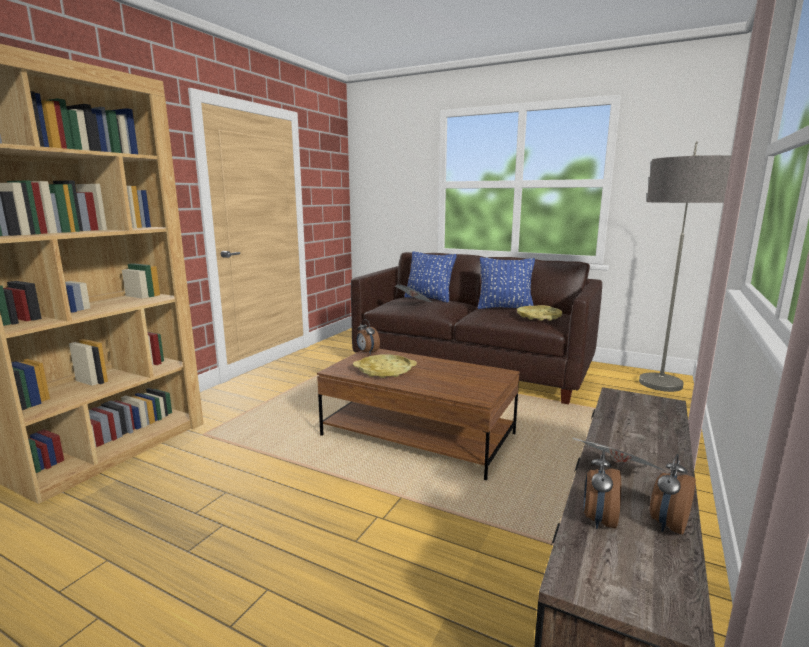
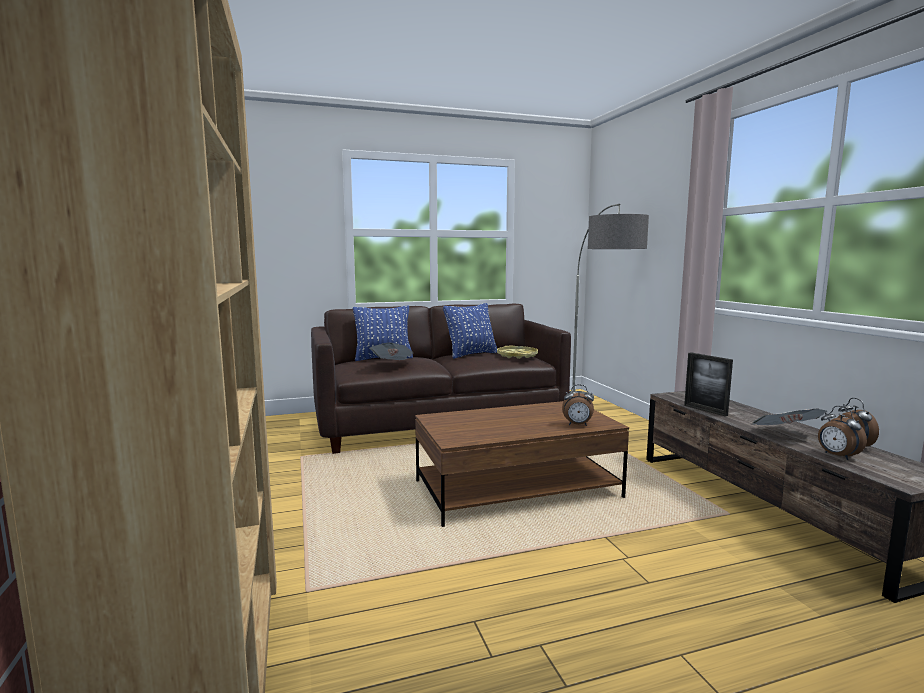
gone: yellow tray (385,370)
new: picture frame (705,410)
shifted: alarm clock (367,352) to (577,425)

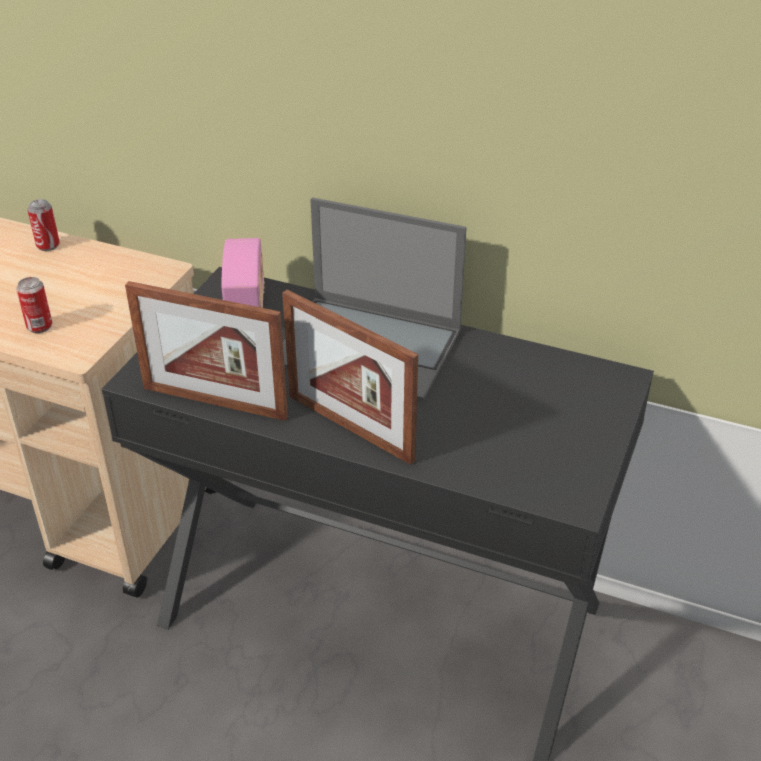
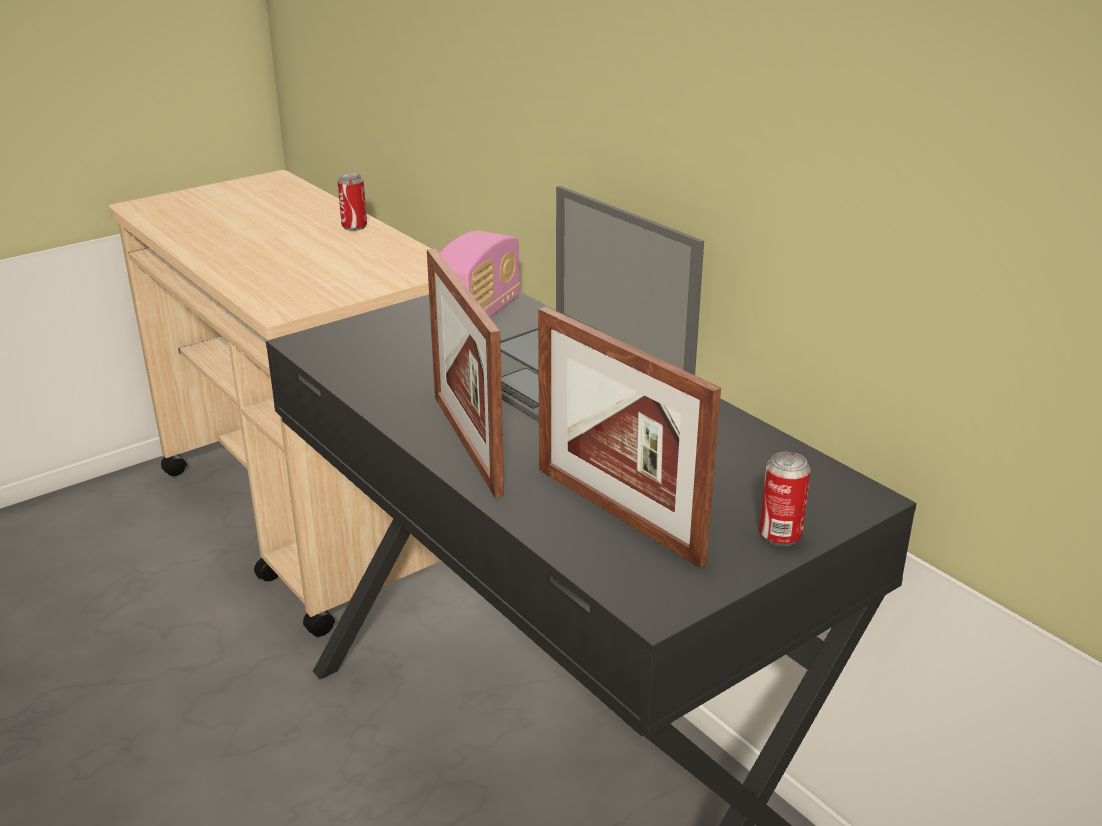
shifted: can (39,326) to (780,535); picture frame (214,402) to (617,513)

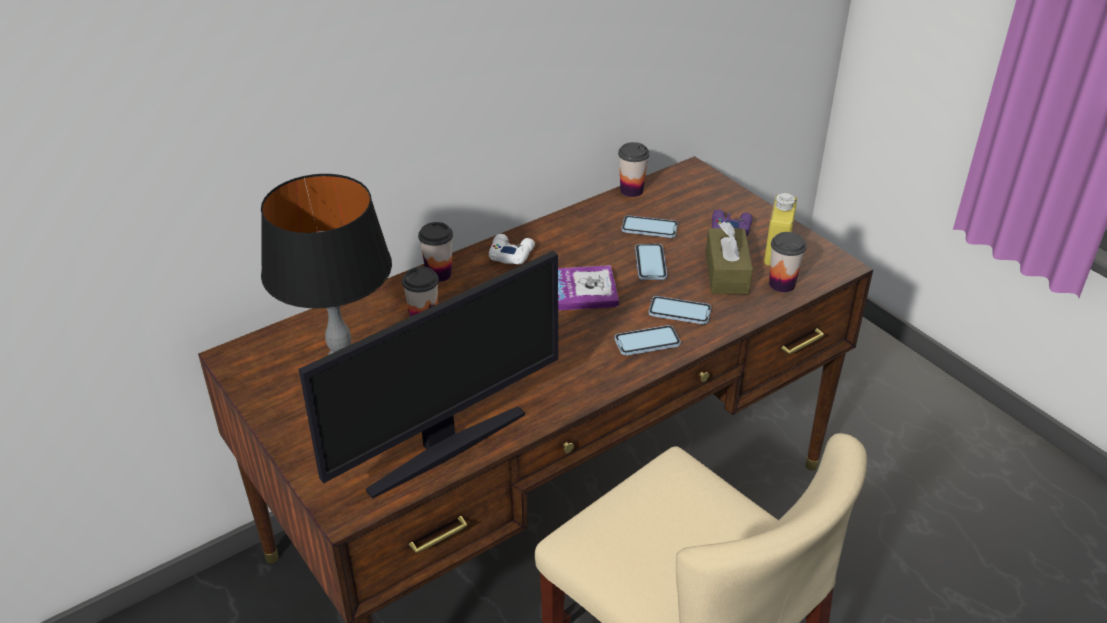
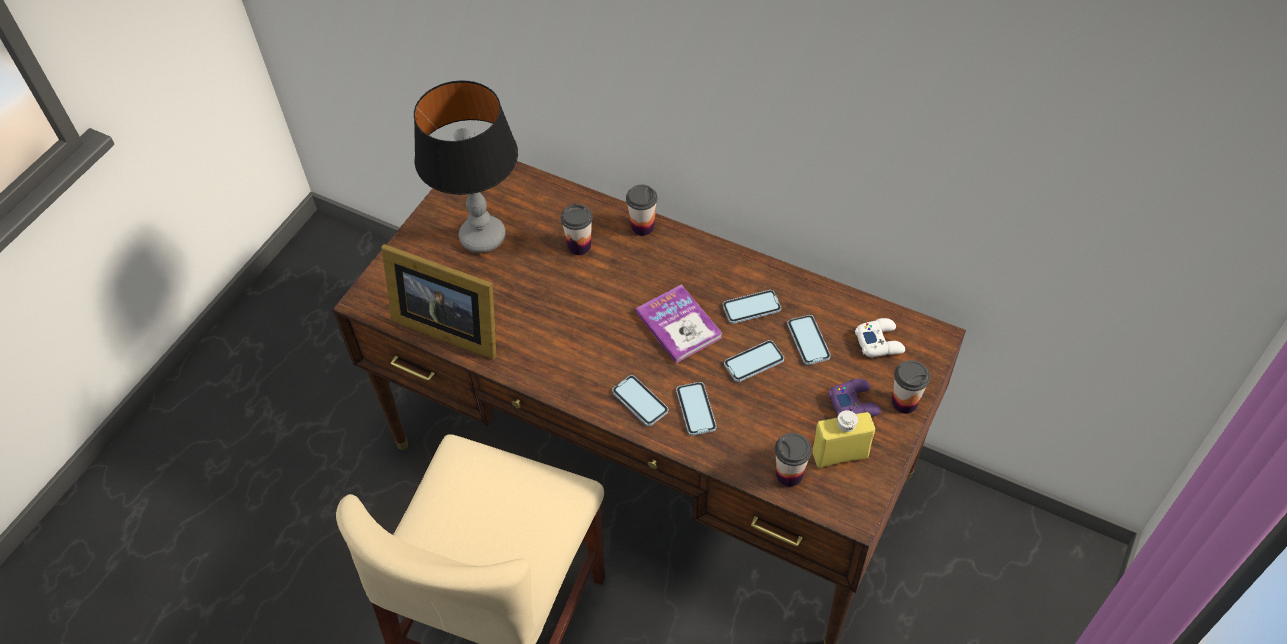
gone: brown tissue box (726,273)
new: phone (751,308)
shifted: cup (631,190) to (904,402); white game controller (511,254) to (879,342)
swapped: monitor (444,448) to picture frame (447,325)

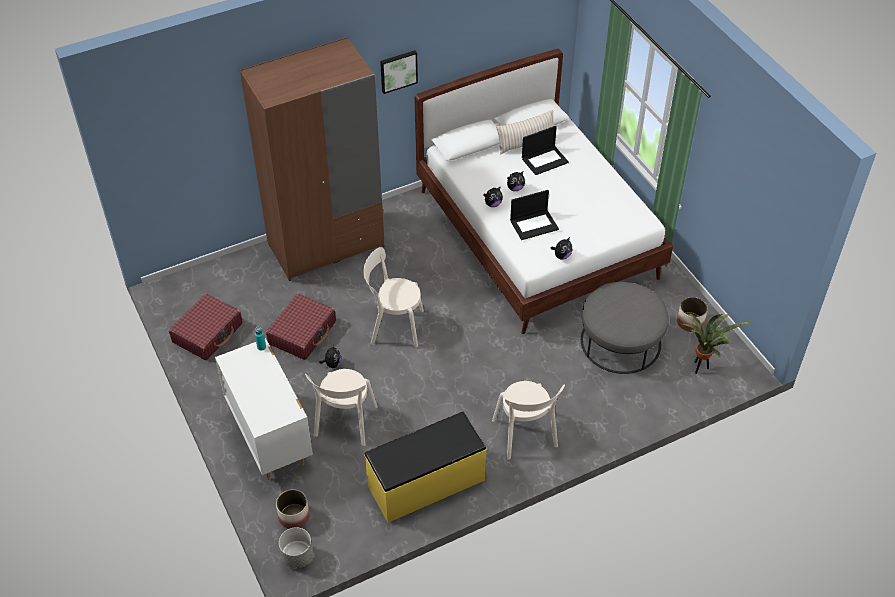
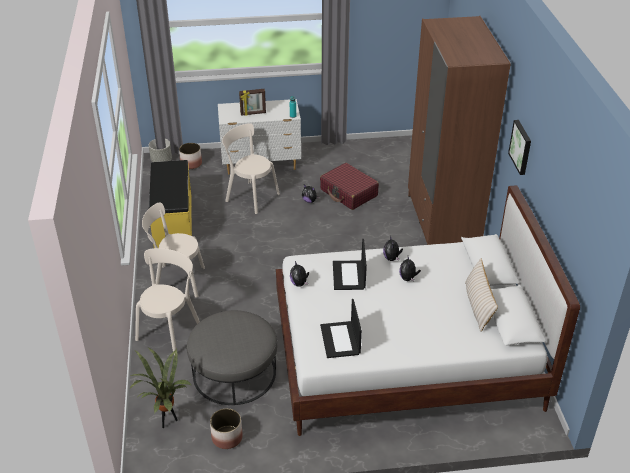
gone: red suitcase (208,333)
new: picture frame (253,113)
shifted: laptop (545,160) to (340,340); beige chair (394,326) to (170,330)

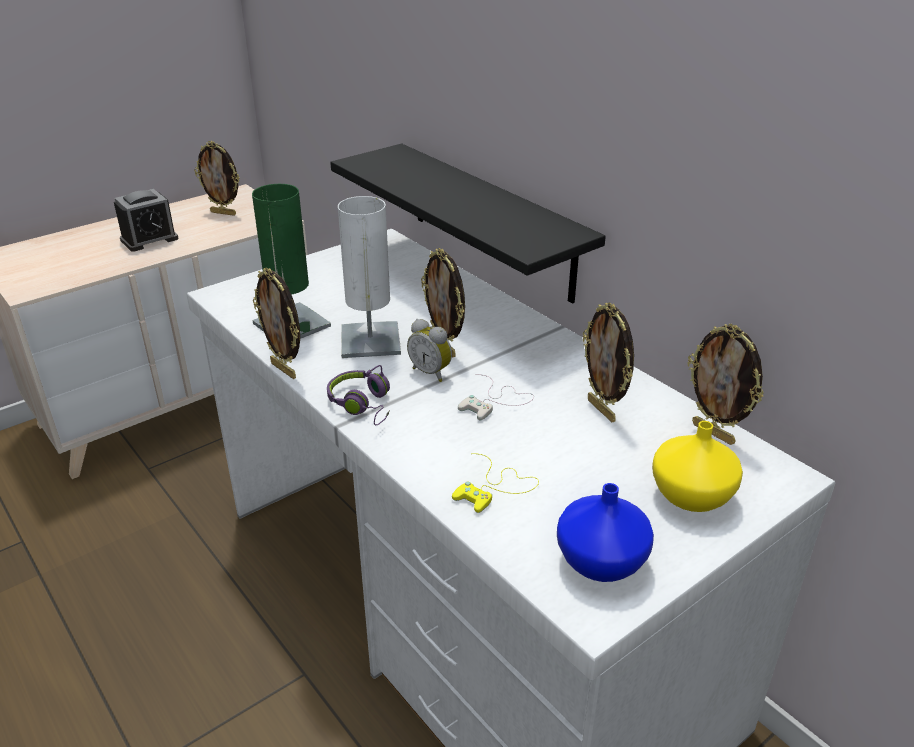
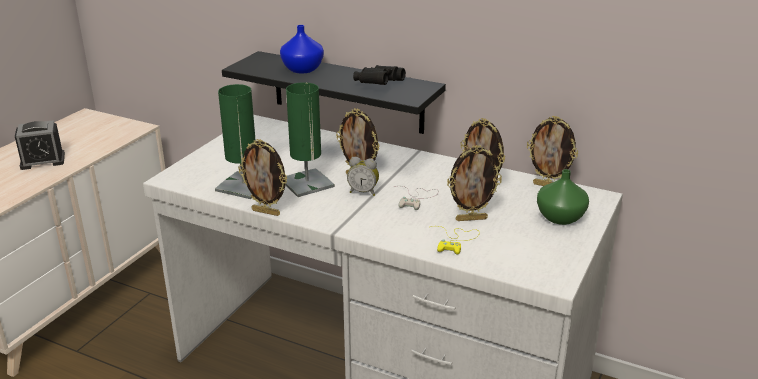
gone: purple headphones (363,404)
new: black binoculars (378,85)
shifted: picture frame (224,213) to (471,219); blue vase (602,561) to (303,69)
repainted: white table lamp (370,341) to green table lamp (307,183); yellow vase (689,495) to green vase (559,217)
rotated: alarm clock (149,239) = (43,161) 45 degrees clockwise

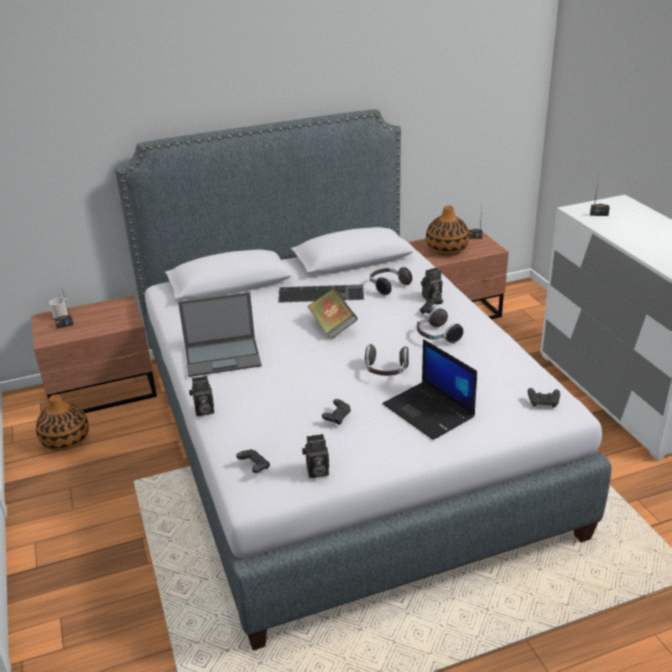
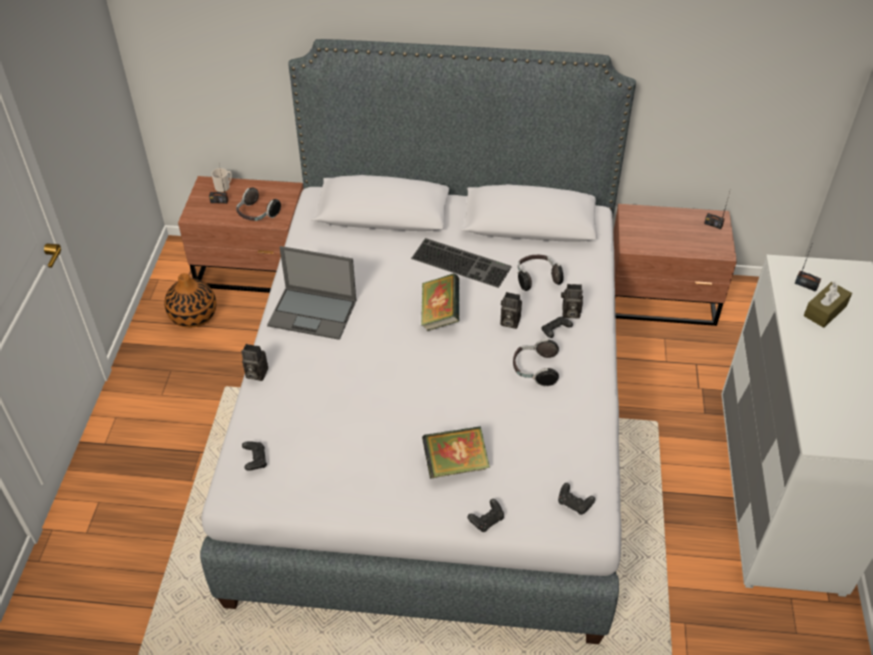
gone: vase (447,250)
new: brown tissue box (825,311)
shifted: headphones (386,371) to (257,214); black game controller (337,418) to (486,520); photo camera (316,472) to (508,322)
swapped: laptop (430,411) to book (455,464)

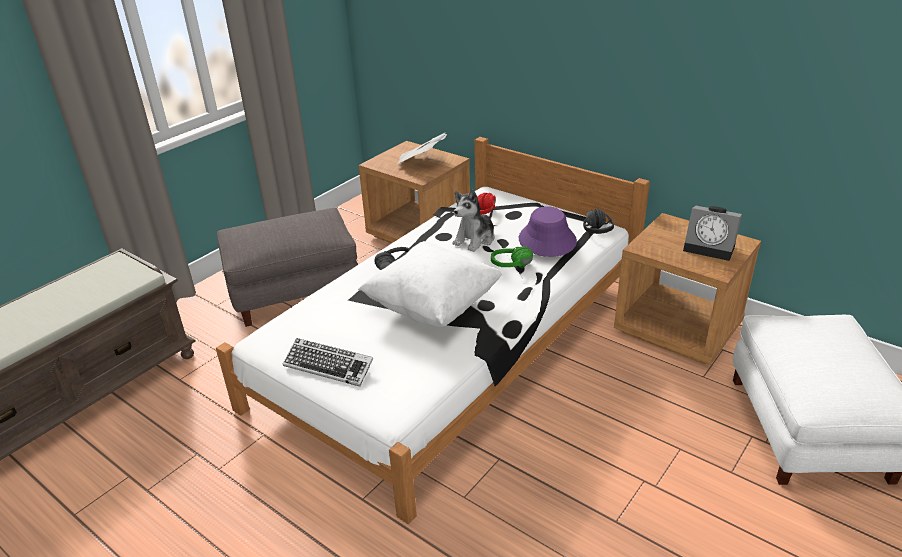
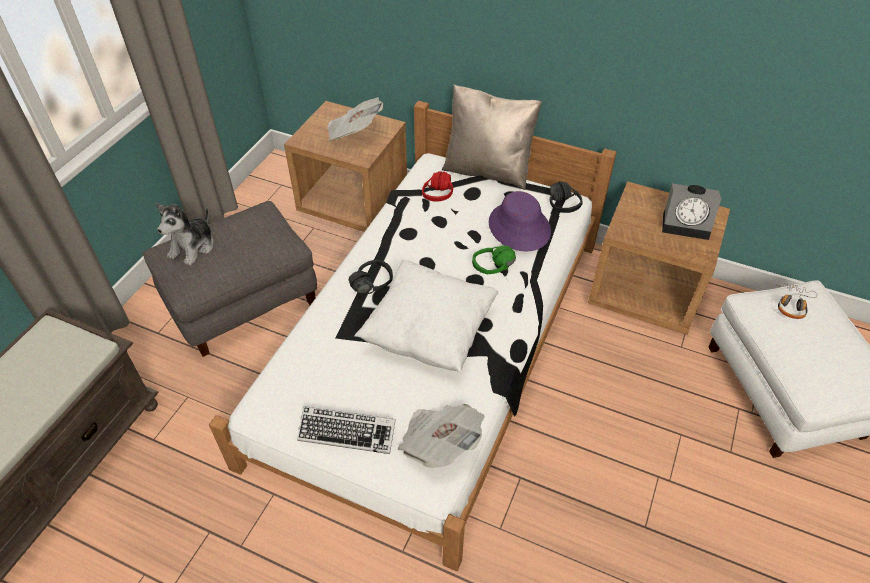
new: beige pillow (488,170); headphones (792,304); newspaper (439,443)
shifted: plush toy (475,239) to (193,247)

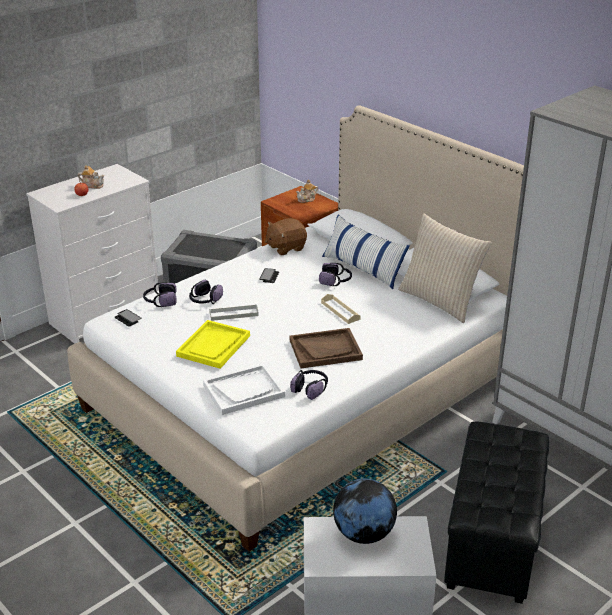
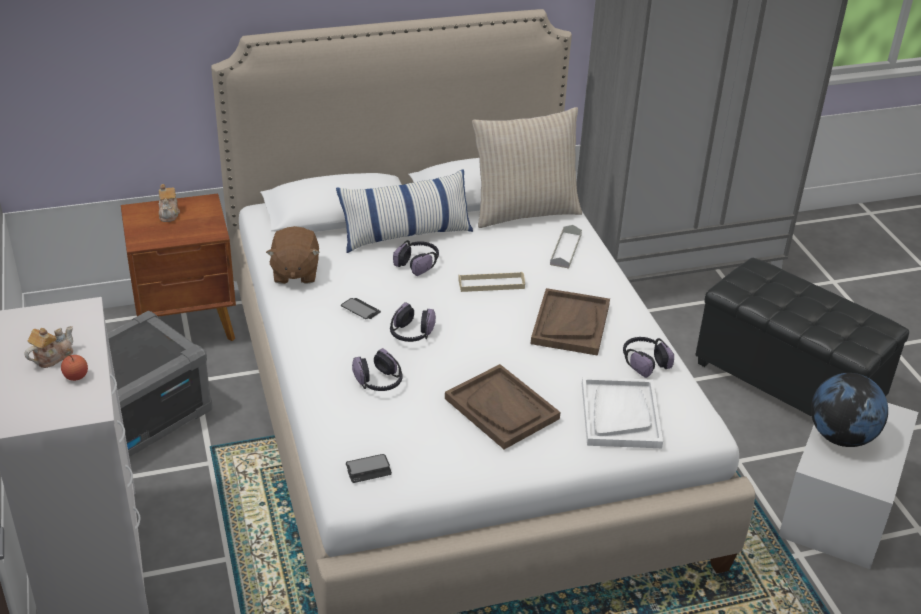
shifted: headphones (160,301) to (411,334); grey tray (233,314) to (565,249)
repainted: yellow tray (213,346) to brown tray (502,409)

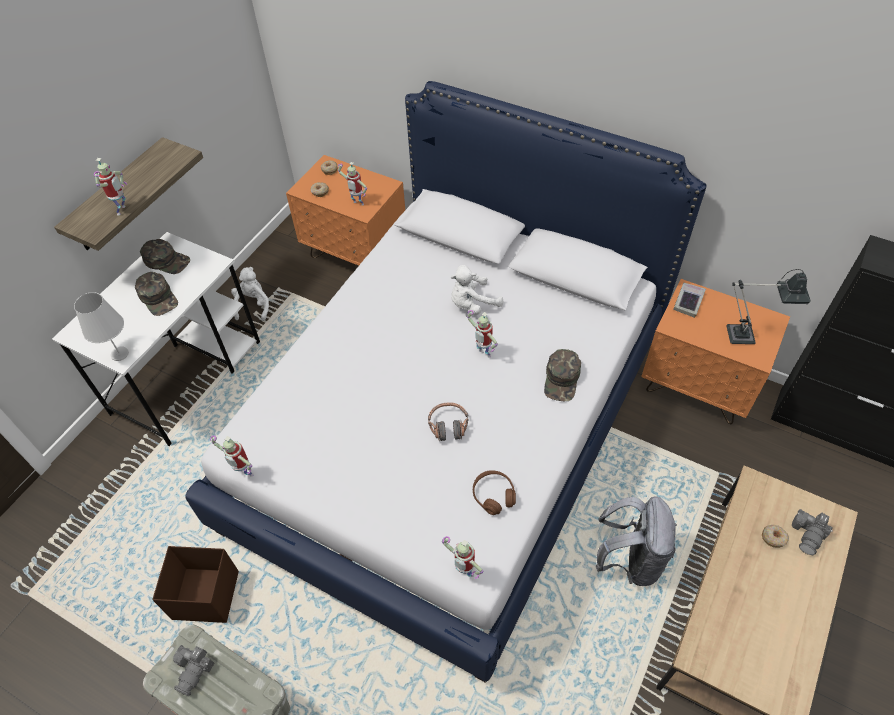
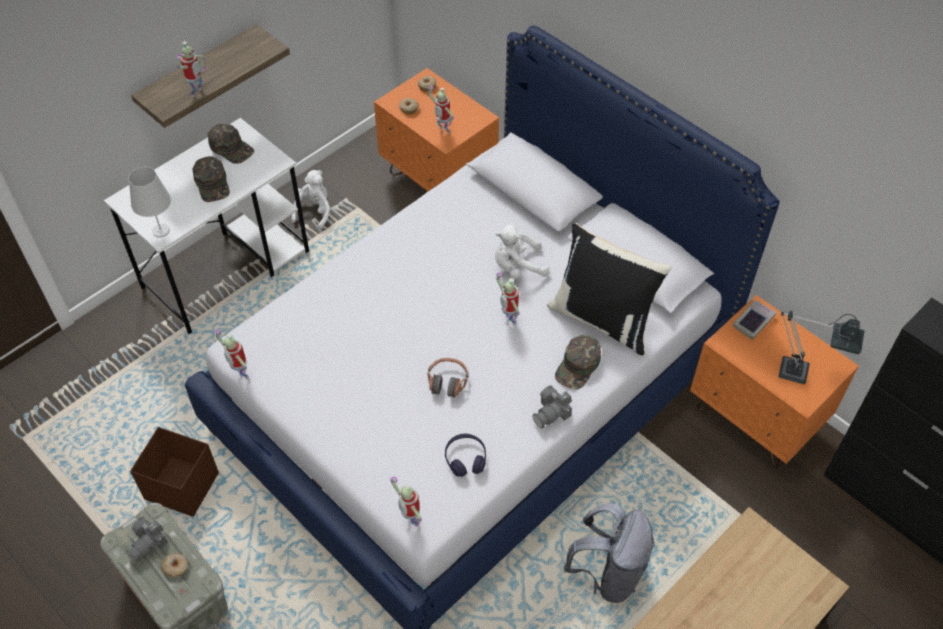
new: black pillow (603,319)
shifted: photo camera (808,535) to (552,412); donut (773,538) to (175,567)
repainted: brown headphones (493,495) to purple headphones (465,459)

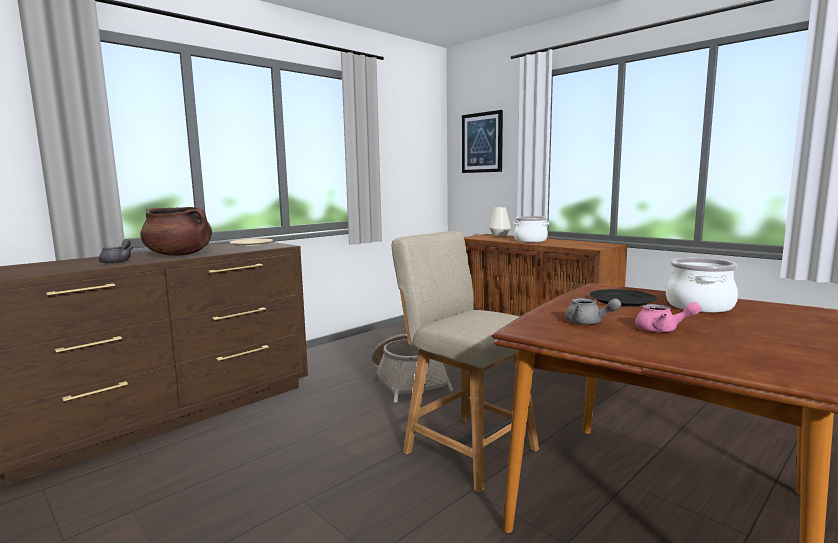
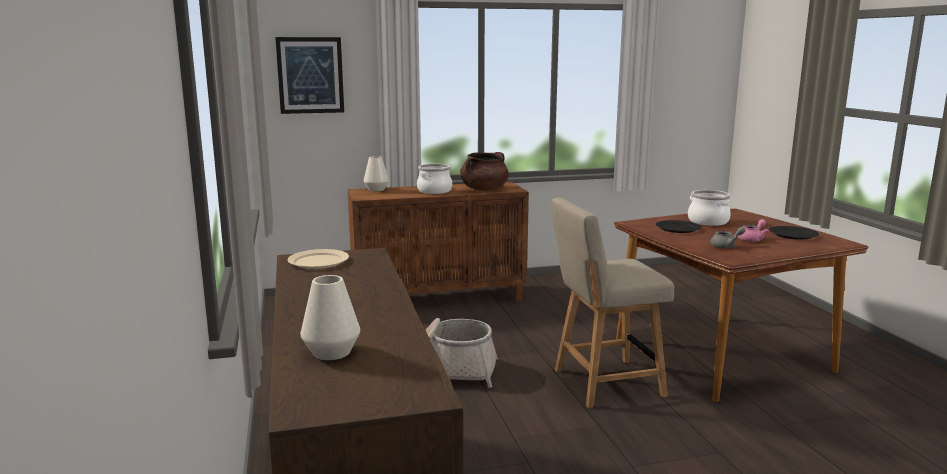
gone: grey teapot (118,261)
new: black plate (793,235); white vase (331,352)
shifted: brown cooking pot (180,255) to (484,189)

